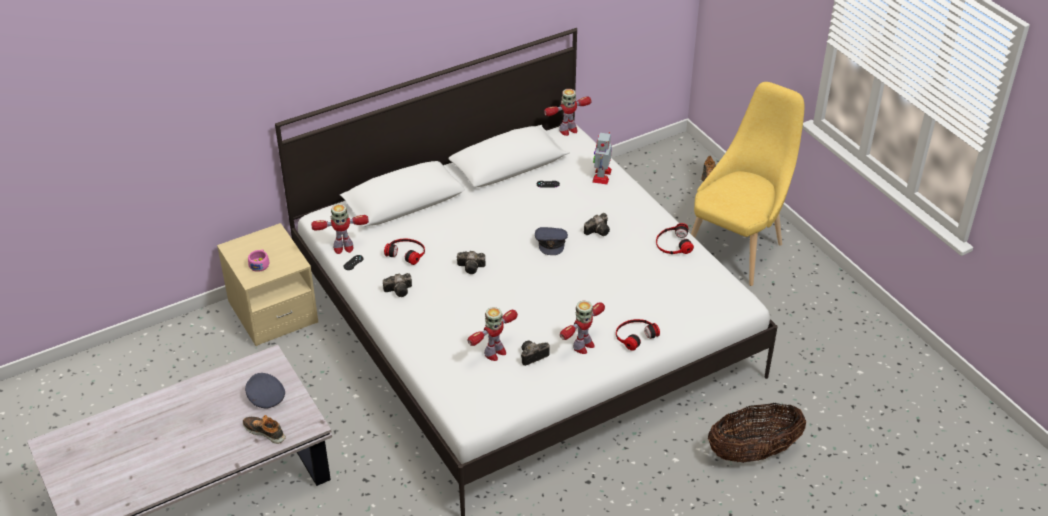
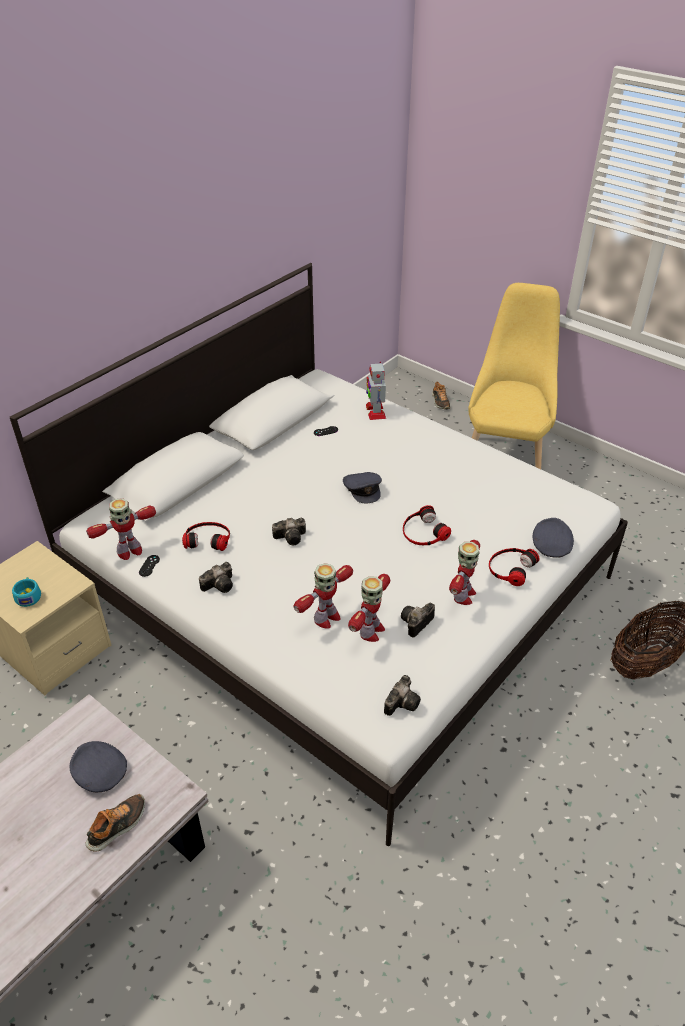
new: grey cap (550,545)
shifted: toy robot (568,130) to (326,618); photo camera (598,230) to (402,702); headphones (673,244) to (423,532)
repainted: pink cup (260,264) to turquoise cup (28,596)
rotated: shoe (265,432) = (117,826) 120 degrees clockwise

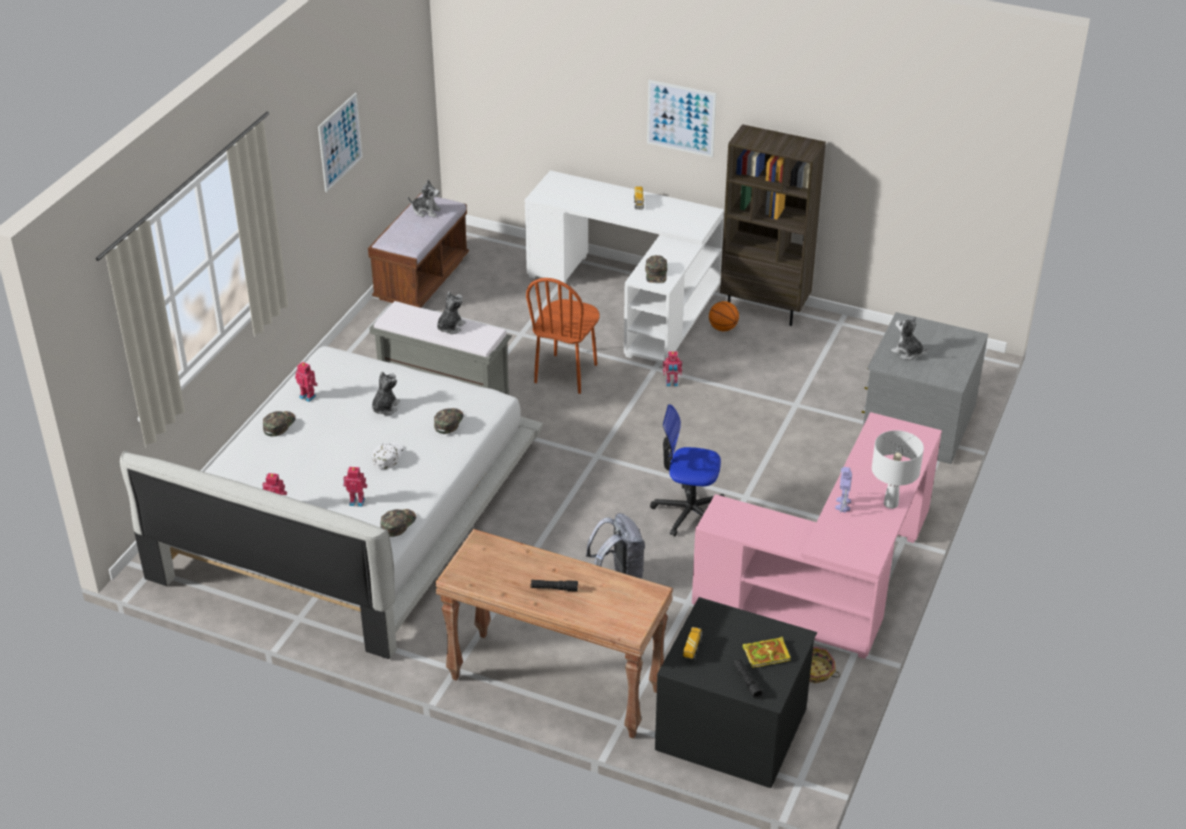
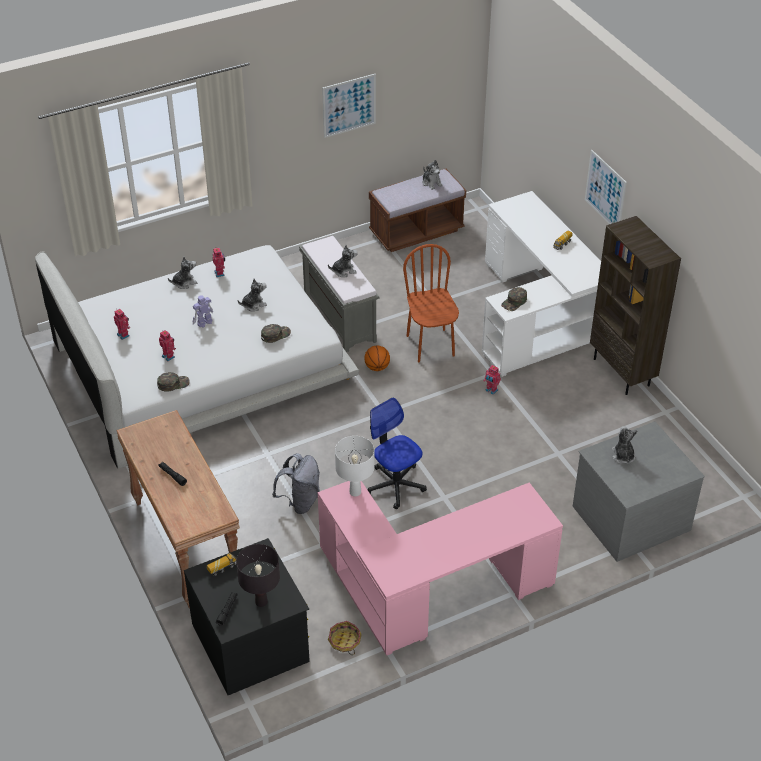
gone: white cap (387,457)
shifted: basketball (723,328) to (377,367); white table lamp (890,504) to (355,492); toy robot (843,505) to (204,323)
swapped: green cap (278,424) to plush toy (184,283); book (767,653) to black table lamp (261,602)
rotated: brown chair (566,374) = (431,345) 105 degrees clockwise

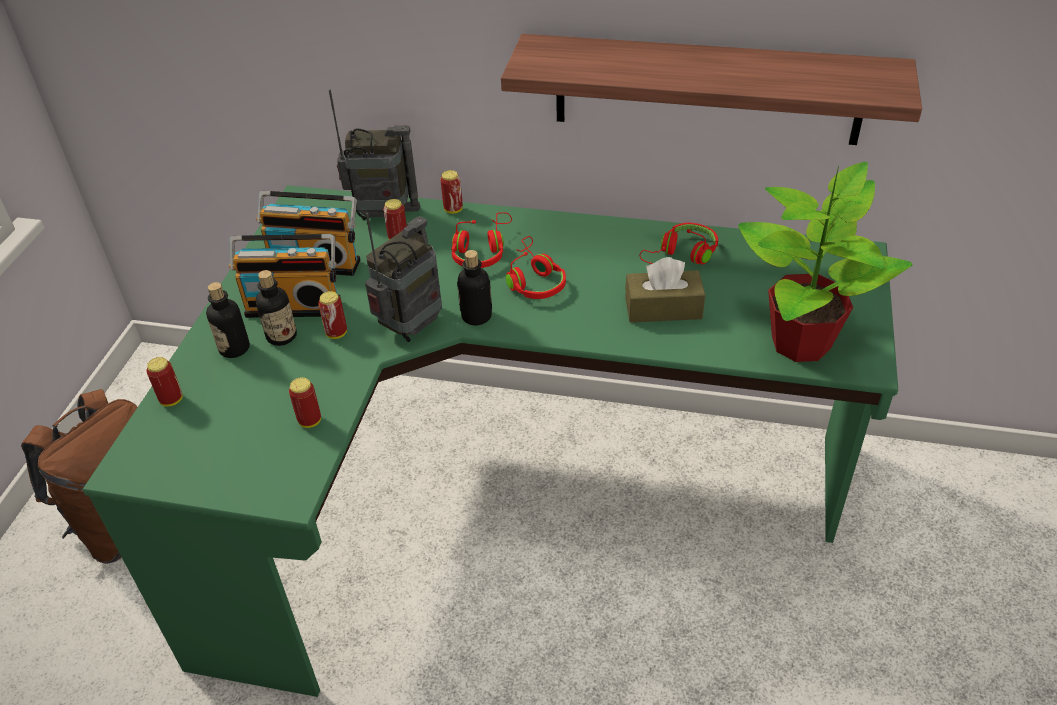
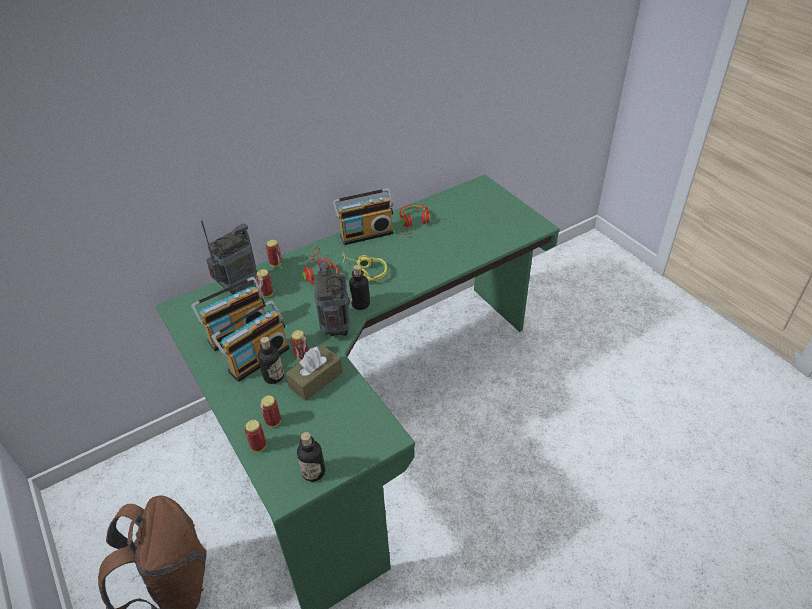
gone: shelf (707,89); potted plant (801,341)
new: radio (366,233)
shifted: brown tissue box (663,308) to (316,379); bottle (234,348) to (313,472); can (310,421) to (273,422)
repainted: red headphones (533,280) to yellow headphones (364,272)

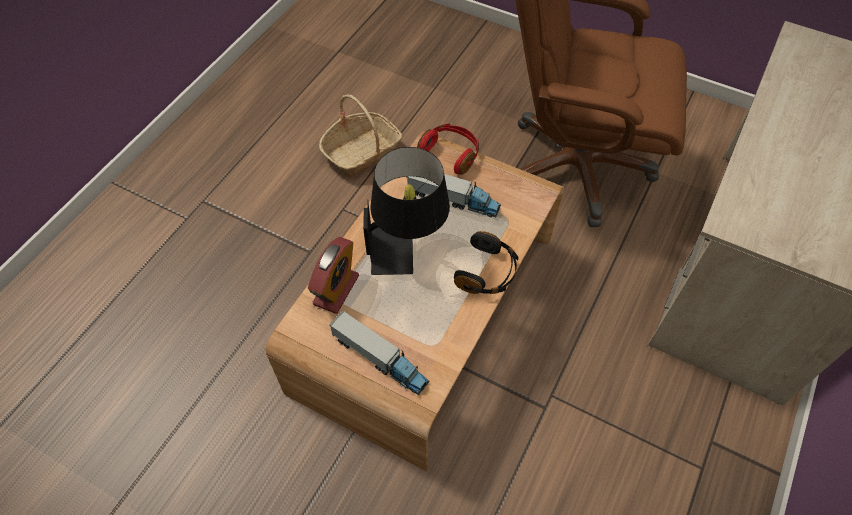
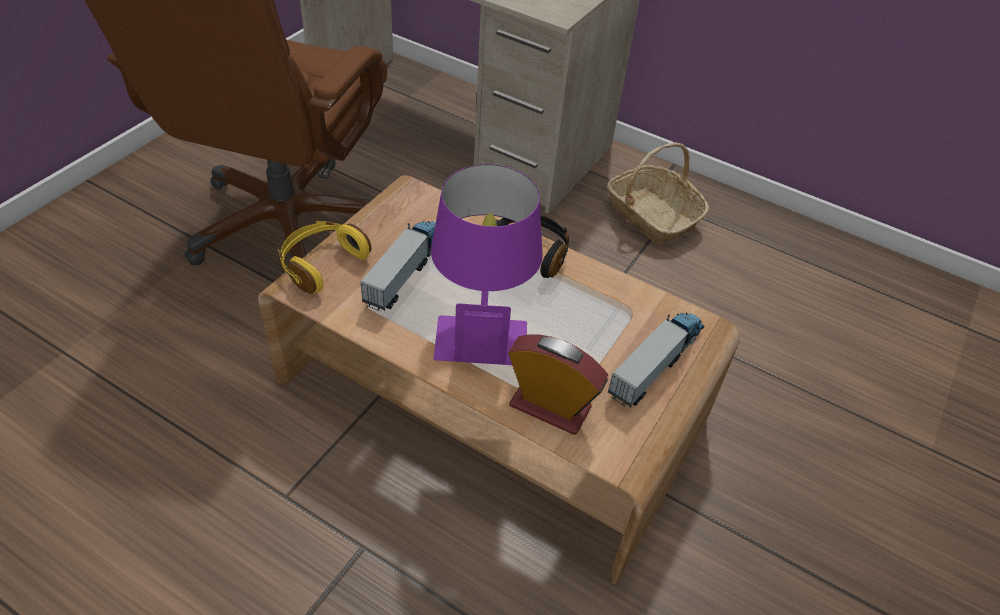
shifted: basket (362,152) to (651,215)
repainted: red headphones (451,153) to yellow headphones (321,263); black table lamp (406,246) to purple table lamp (481,324)

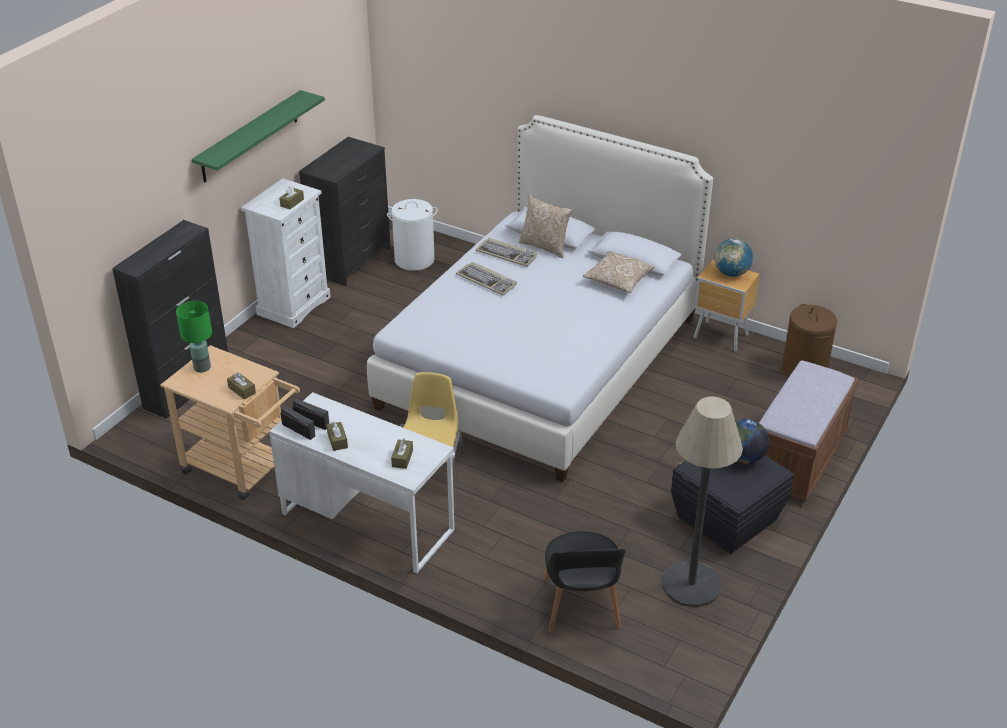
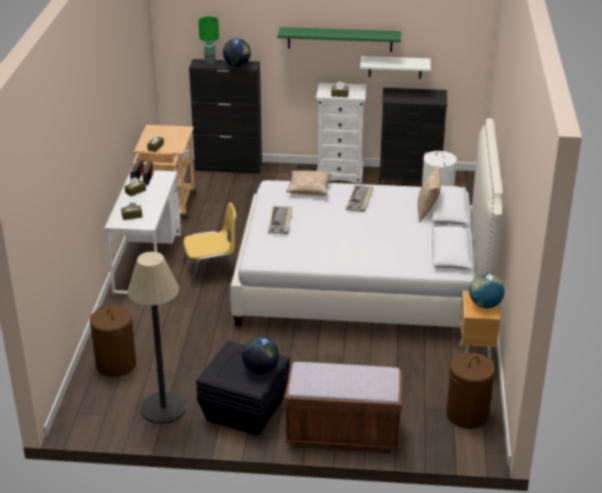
new: globe (237,65); white shelf (395,67)
shifted: keyboard (507,254) to (280,222); pillow (618,281) to (309,190); green table lamp (202,367) to (210,62)
swapped: black chair (581,606) to brown laundry basket (116,364)

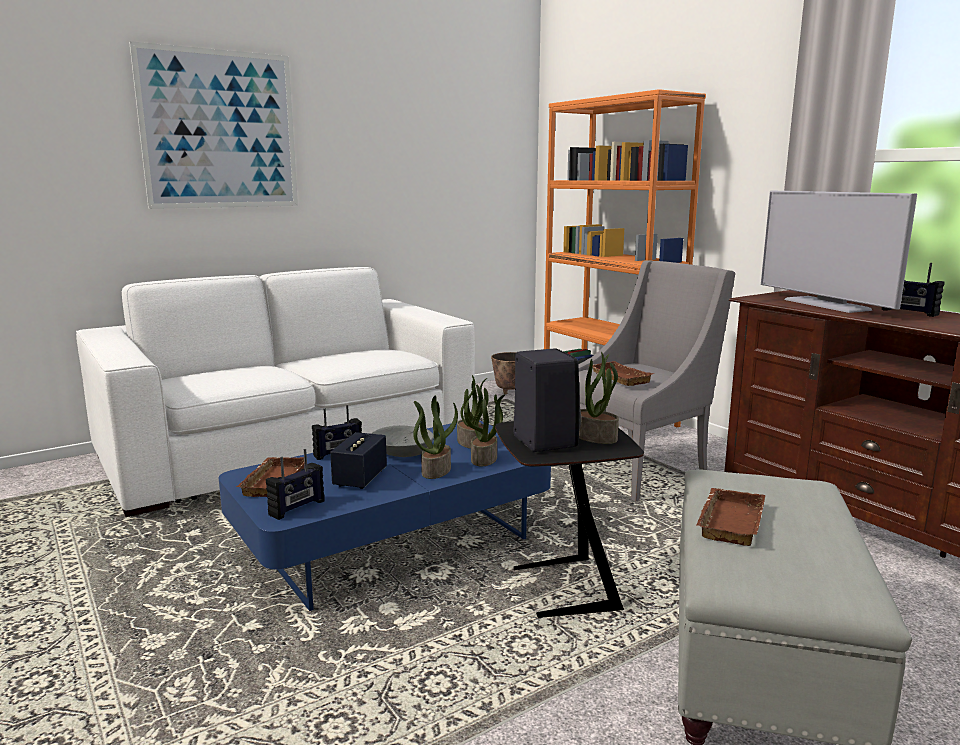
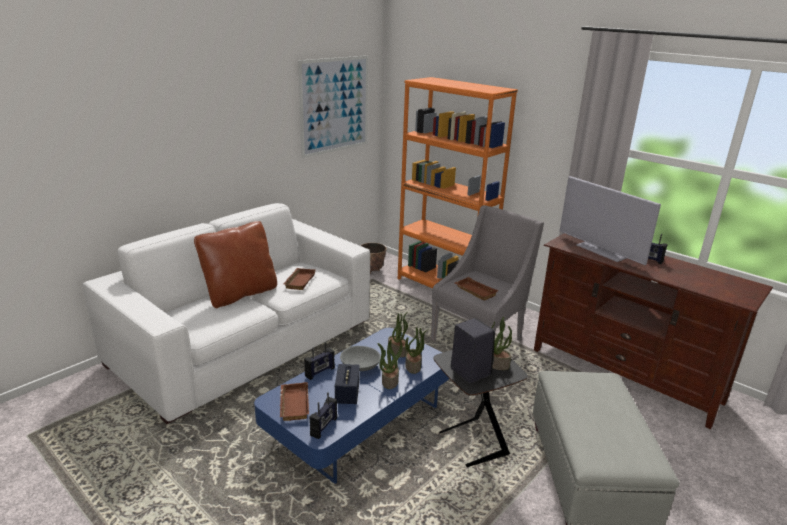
new: brown pillow (240,294)
shifted: picture (220,130) to (335,105); brown tray (728,521) to (299,281)

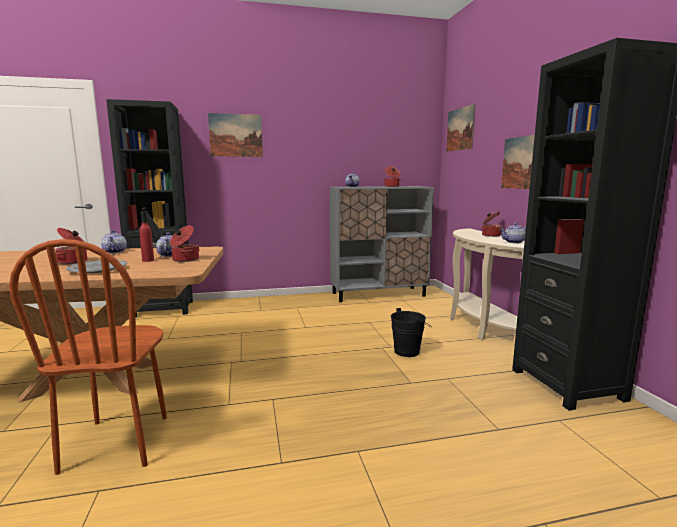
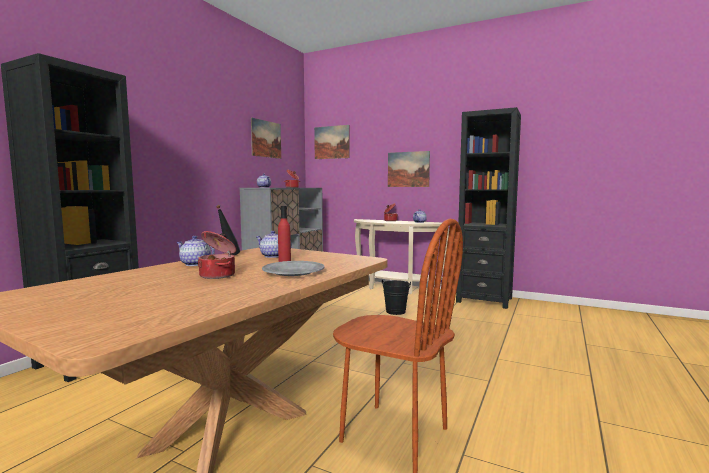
gone: cooking pot (185,260)
shifted: picture (236,135) to (266,139)

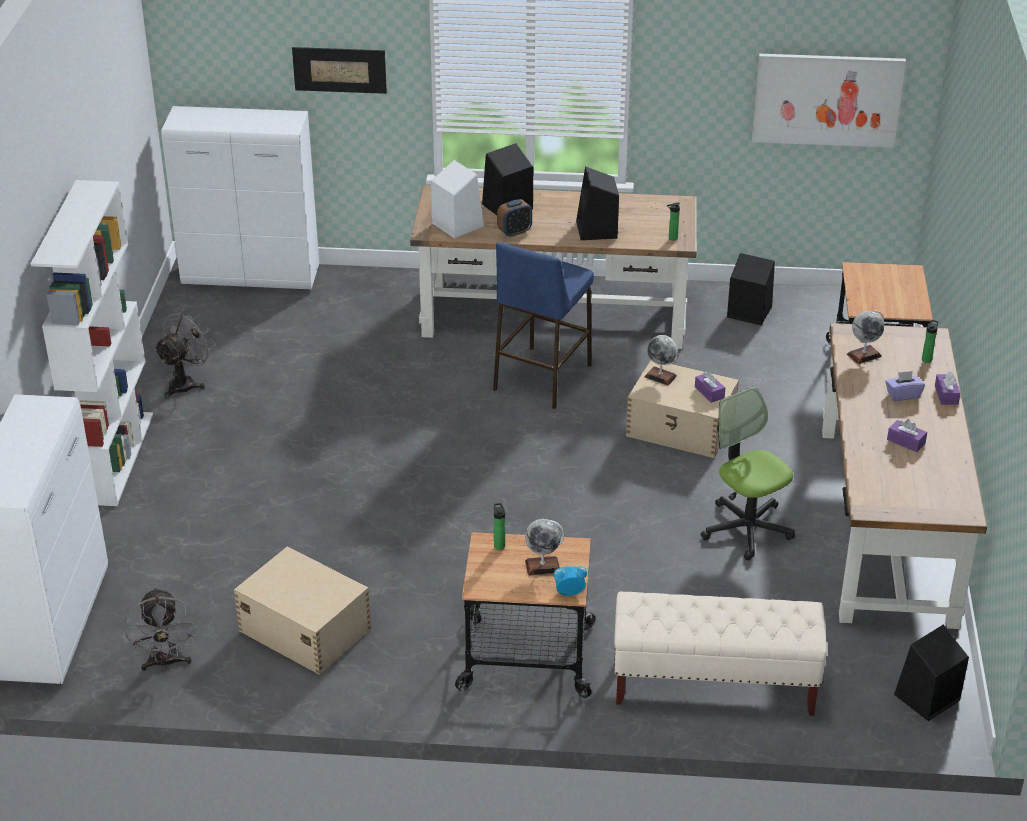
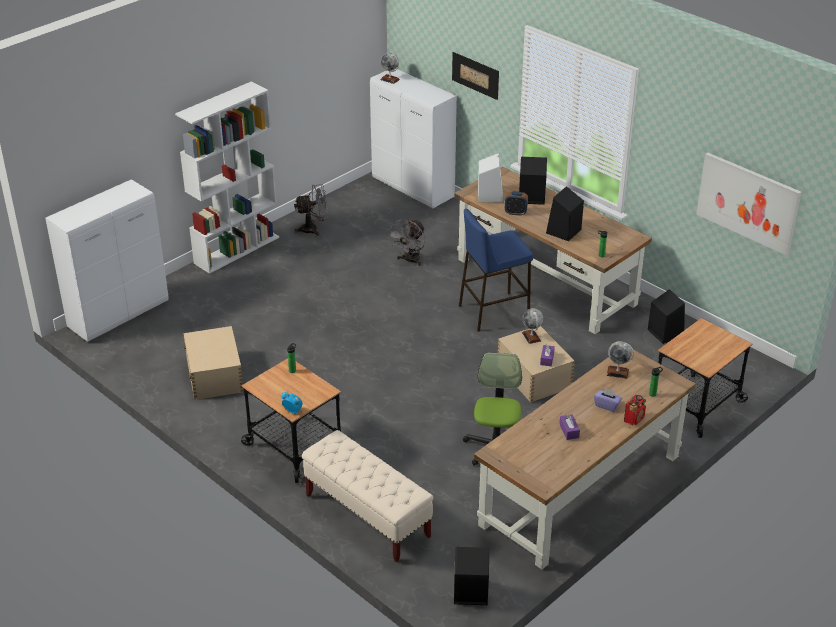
shifted: globe (542,566) to (390,79); grey fan (166,663) to (409,261)
swapped: purple tissue box (946,395) to radio (634,419)

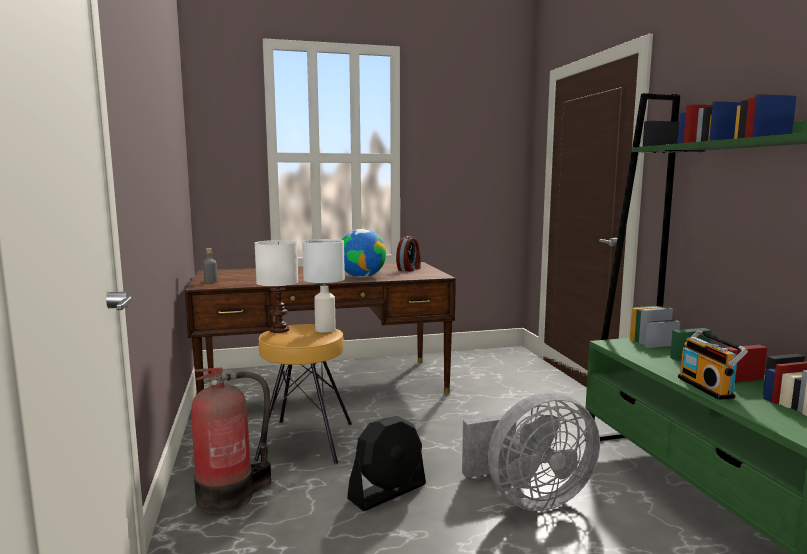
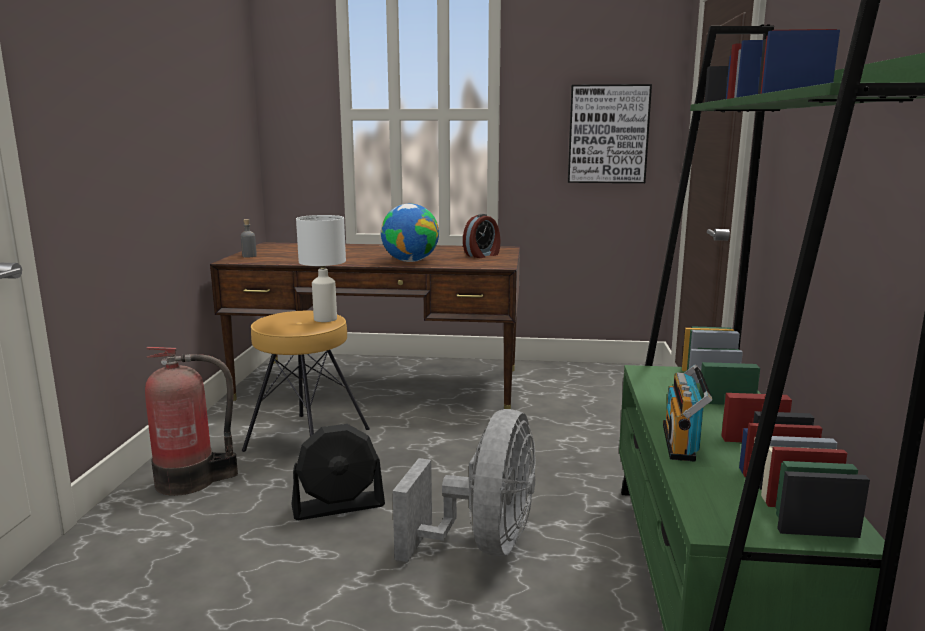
gone: white table lamp (279,330)
new: picture (608,134)
rotated: grey fan (529,498) = (483,544) 75 degrees counterclockwise

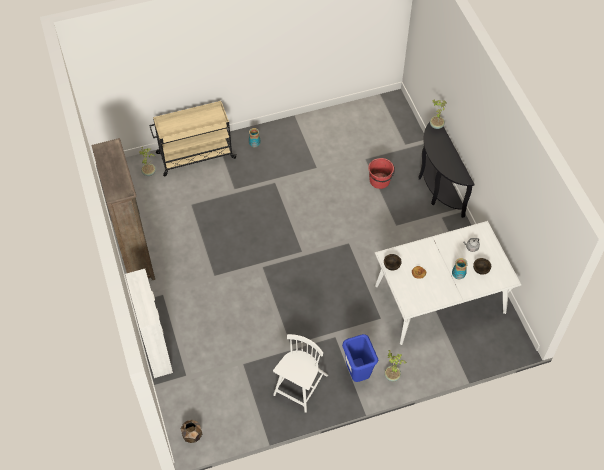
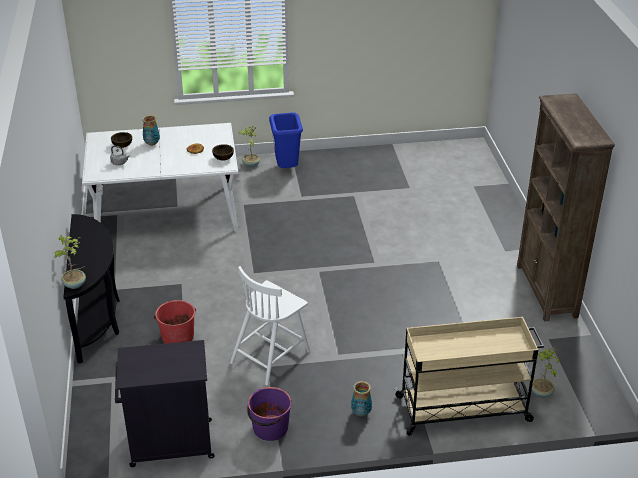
gone: white cabinet (156,349); brown planter (192,435)
new: black cabinet (169,443); purple bucket (270,428)
shifted: white chair (300,386) to (271,356)

